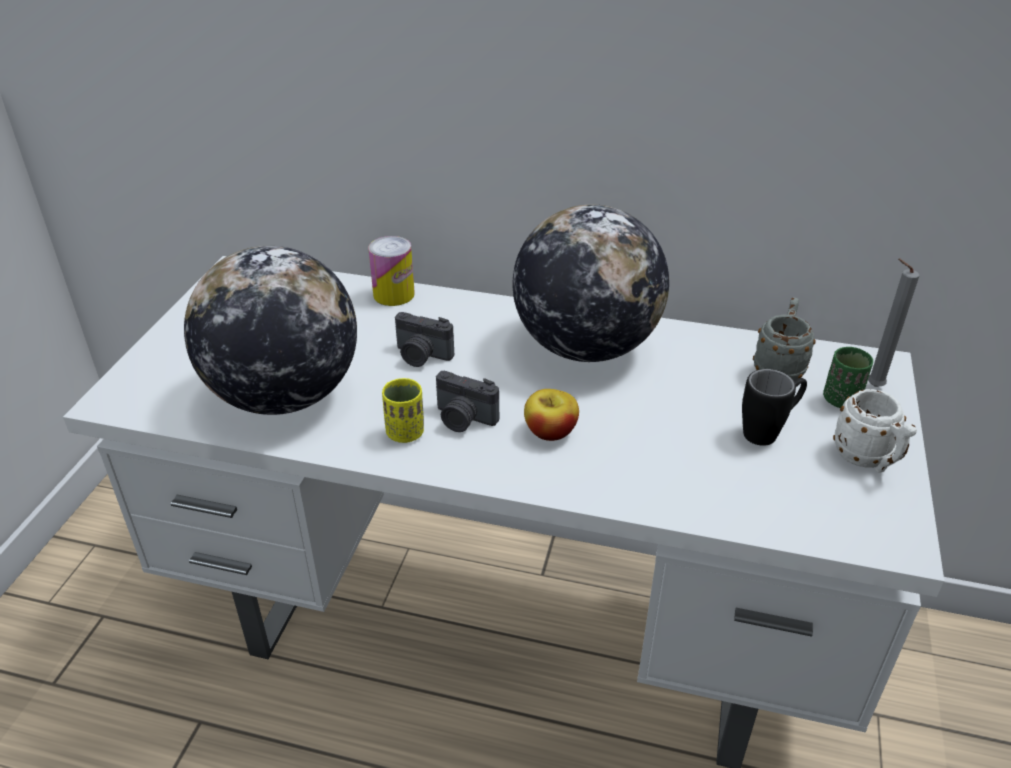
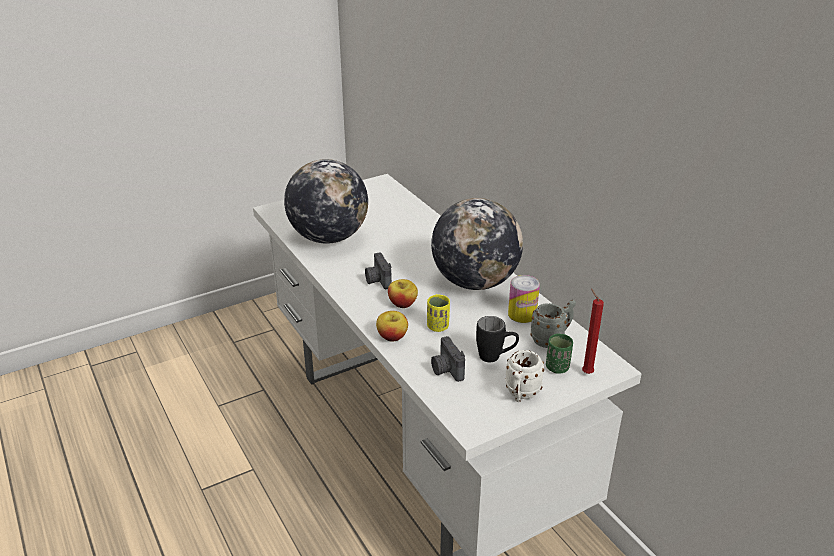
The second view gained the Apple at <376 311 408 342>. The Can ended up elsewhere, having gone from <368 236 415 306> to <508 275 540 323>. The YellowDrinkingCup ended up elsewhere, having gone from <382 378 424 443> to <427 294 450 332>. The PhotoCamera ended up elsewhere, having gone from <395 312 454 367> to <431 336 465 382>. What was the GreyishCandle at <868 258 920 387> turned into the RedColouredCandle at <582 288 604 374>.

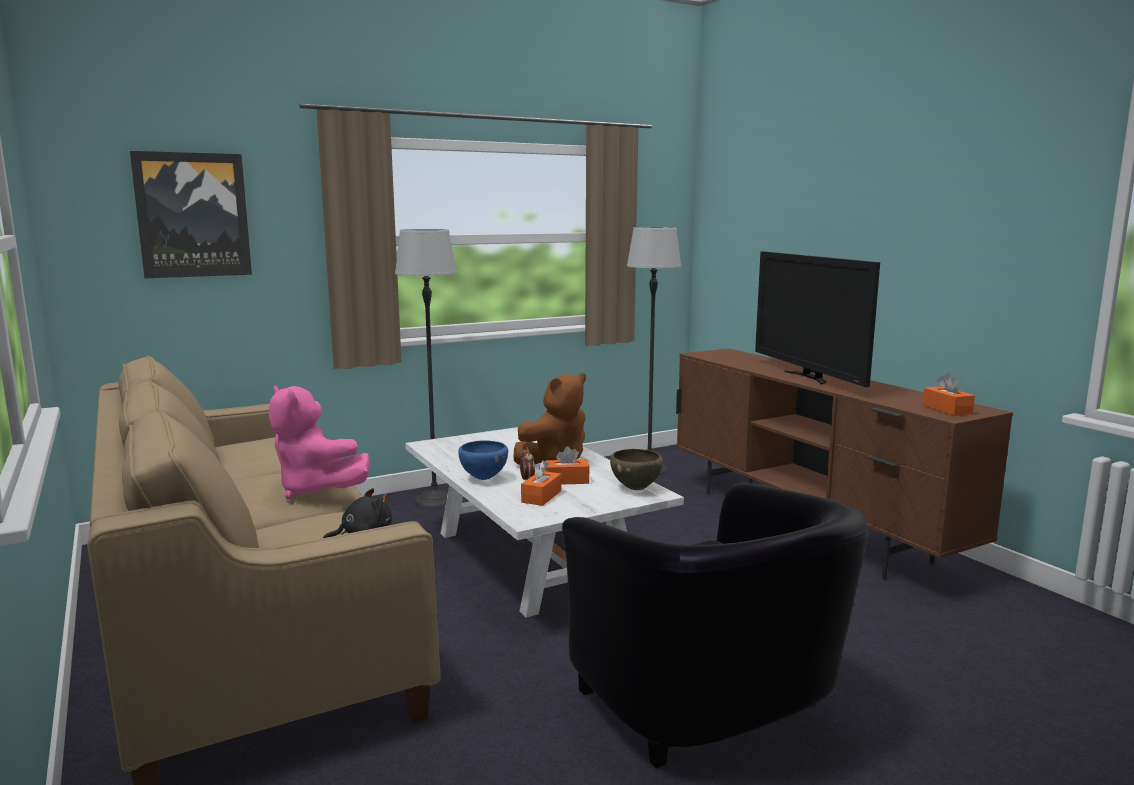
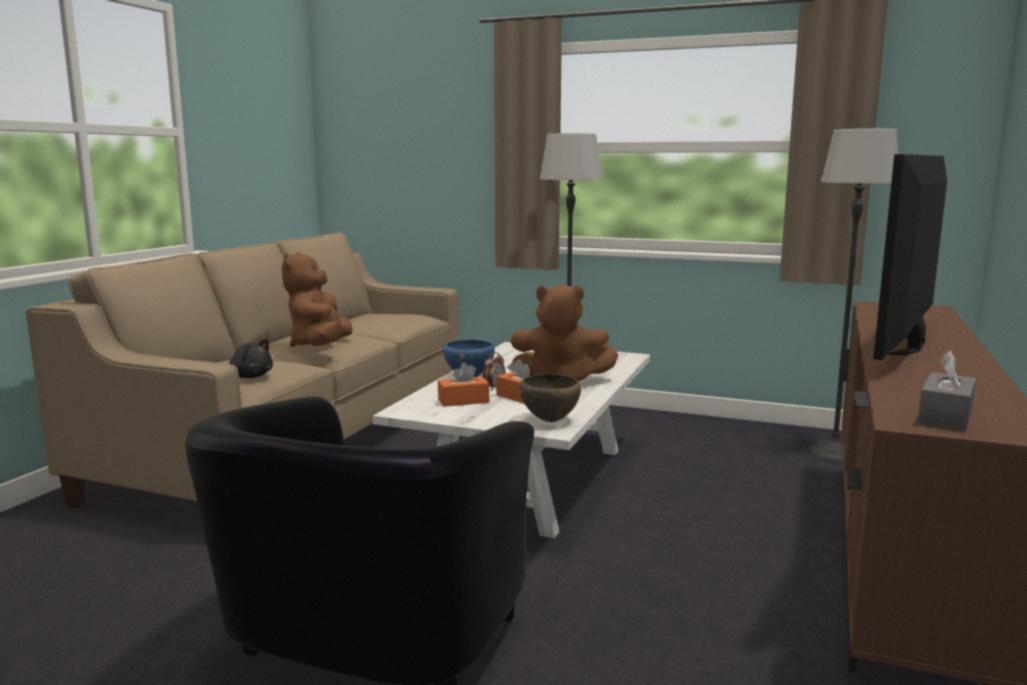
The second view lost the WallPicture at <130 151 252 278>. What was the PinkishSoftToy at <269 386 370 500> turned into the BrownSoftToy at <281 252 353 347>. What was the OrangeyTissueHolder at <923 373 975 416> turned into the GreyishTissueHolder at <917 350 976 431>.

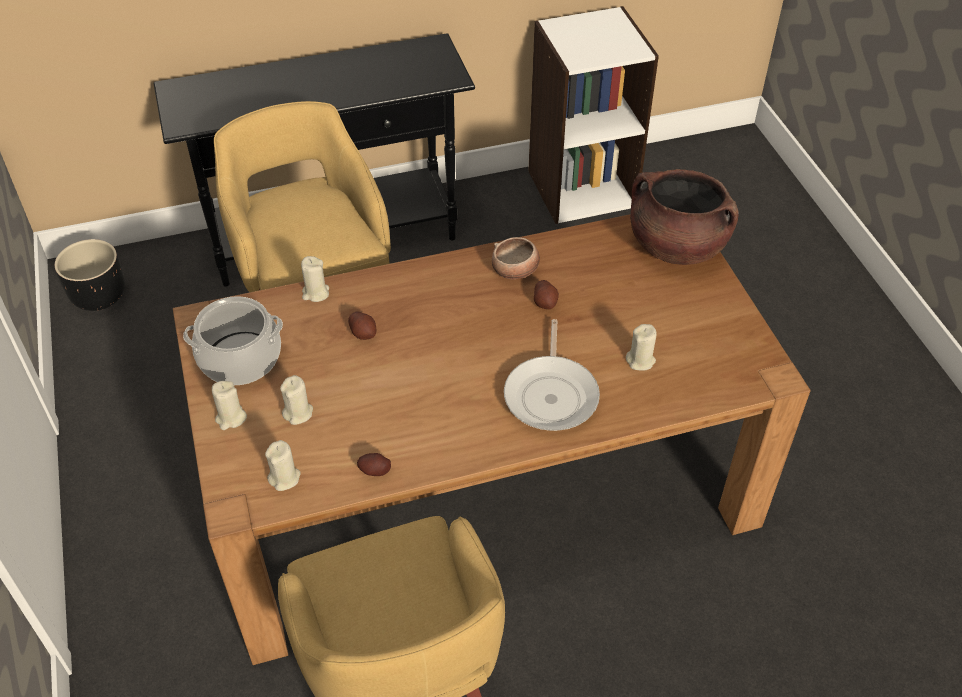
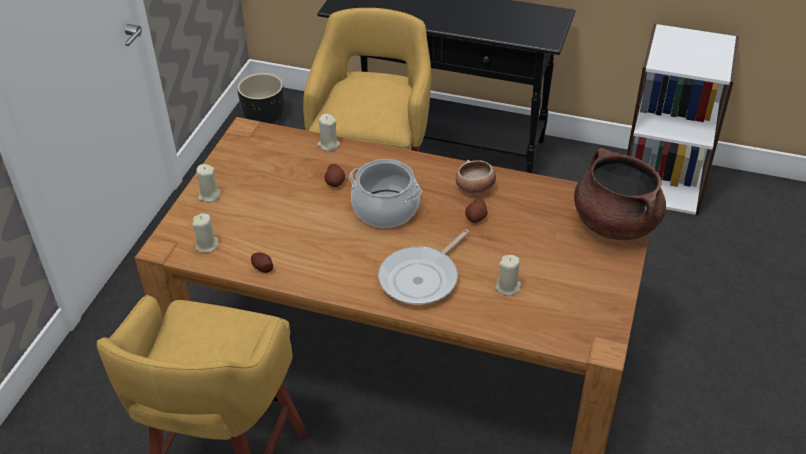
The second view lost the SandColouredCandle at <280 375 313 425>. The Saucepot ended up elsewhere, having gone from <183 296 283 385> to <349 159 422 228>.

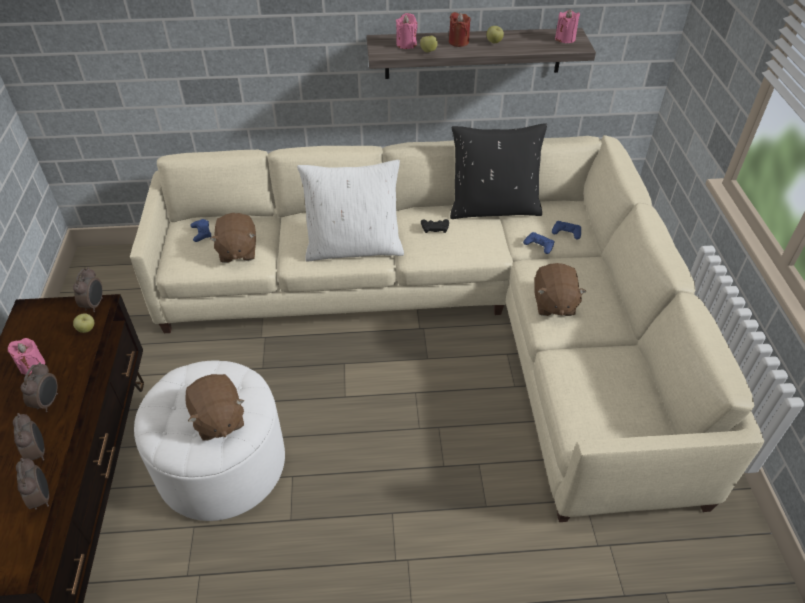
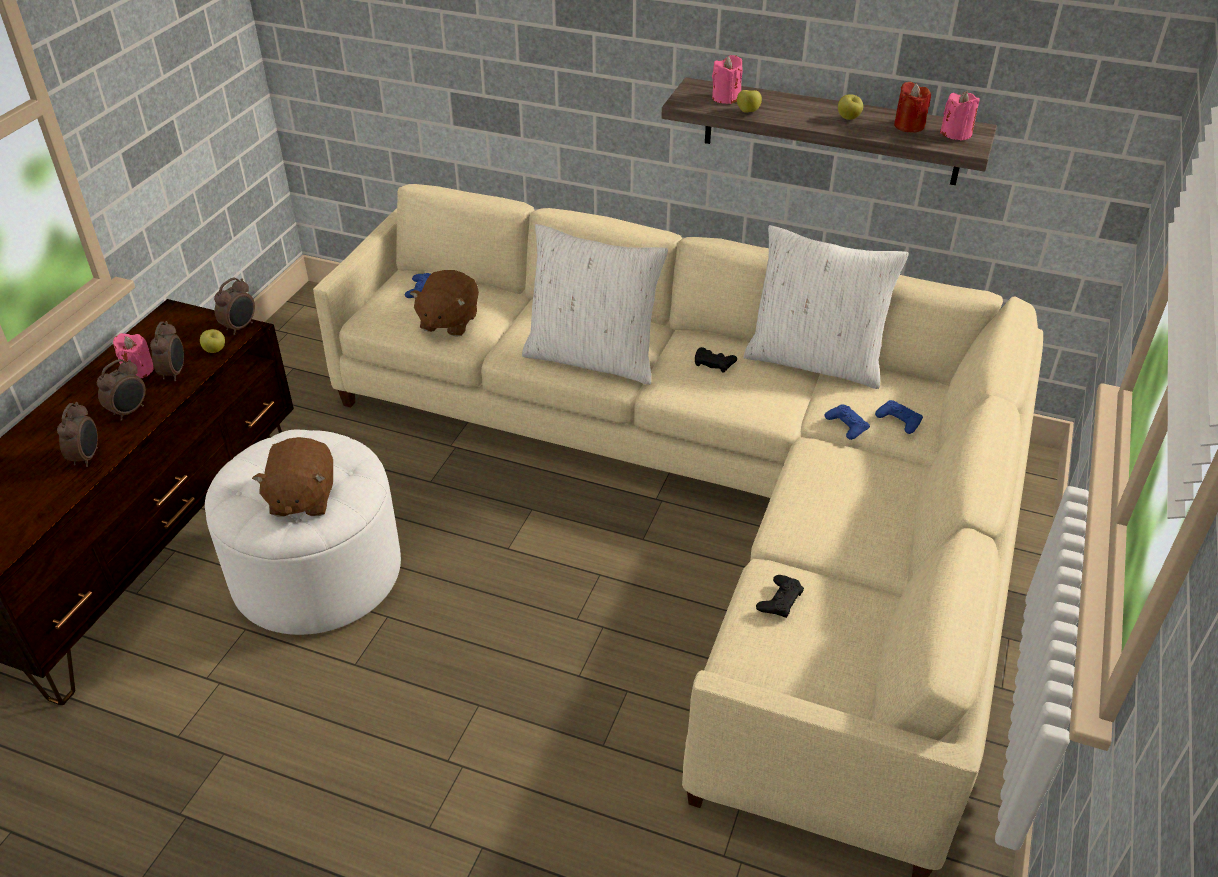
The second view lost the BrownSoftToy at <534 263 587 316>. The second view gained the BlackGameController at <756 575 804 618>. The AlarmClock ended up elsewhere, having gone from <16 458 49 510> to <150 321 184 381>. The RedColouredCandle ended up elsewhere, having gone from <449 12 471 47> to <894 82 931 133>. What was the BlackCushion at <450 123 547 219> turned into the WhiteColouredCushion at <744 225 909 389>.

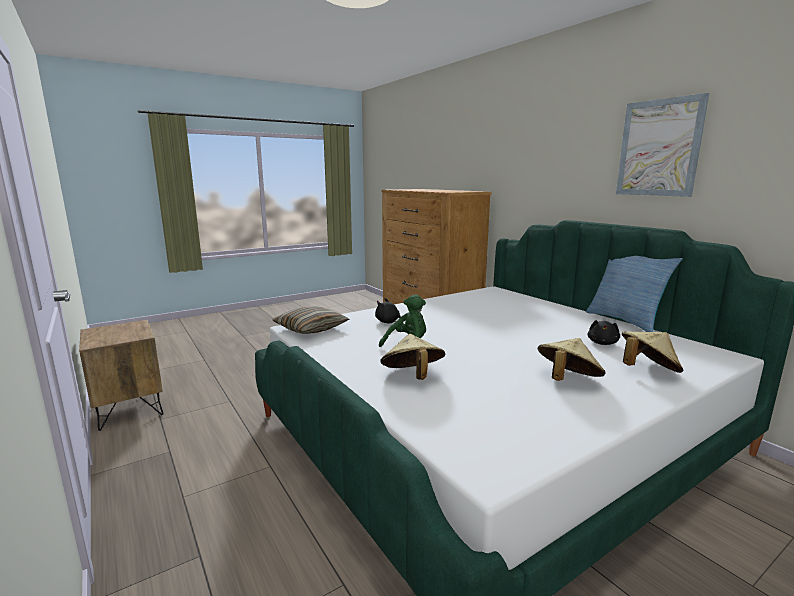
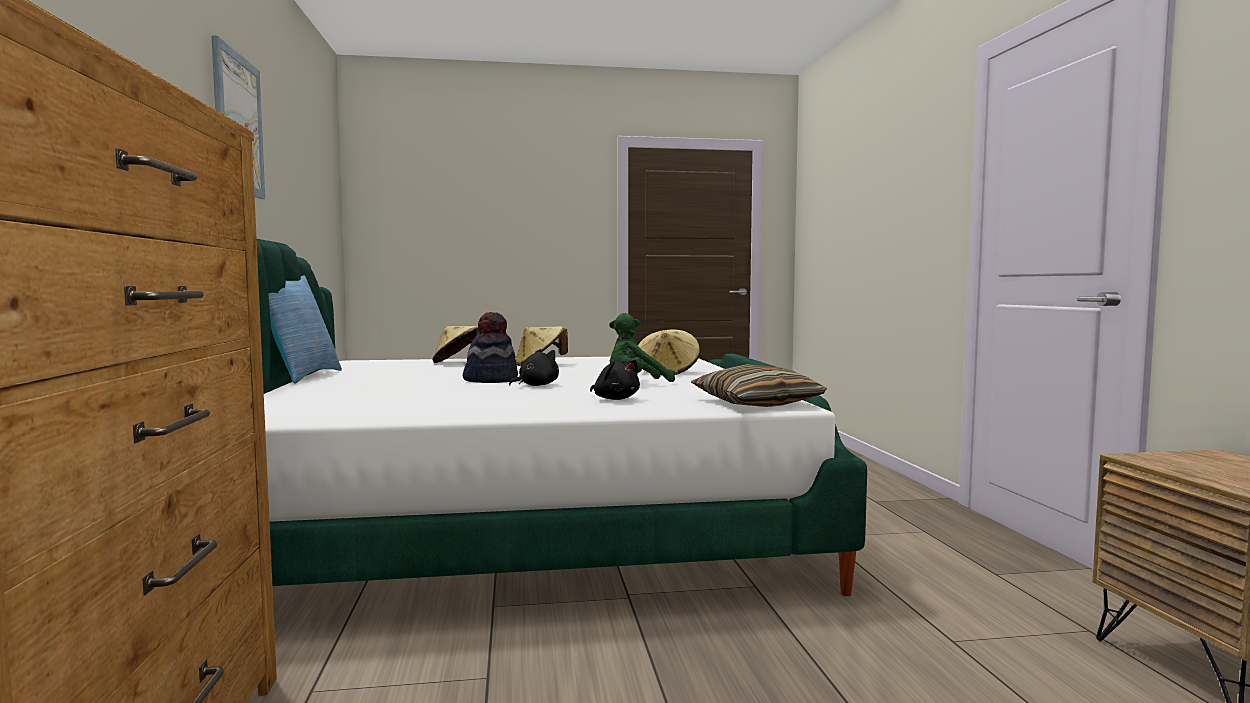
The second view gained the WearableHat at <463 312 518 383>. The BlackSoftToy ended up elsewhere, having gone from <587 320 620 345> to <509 349 559 386>.

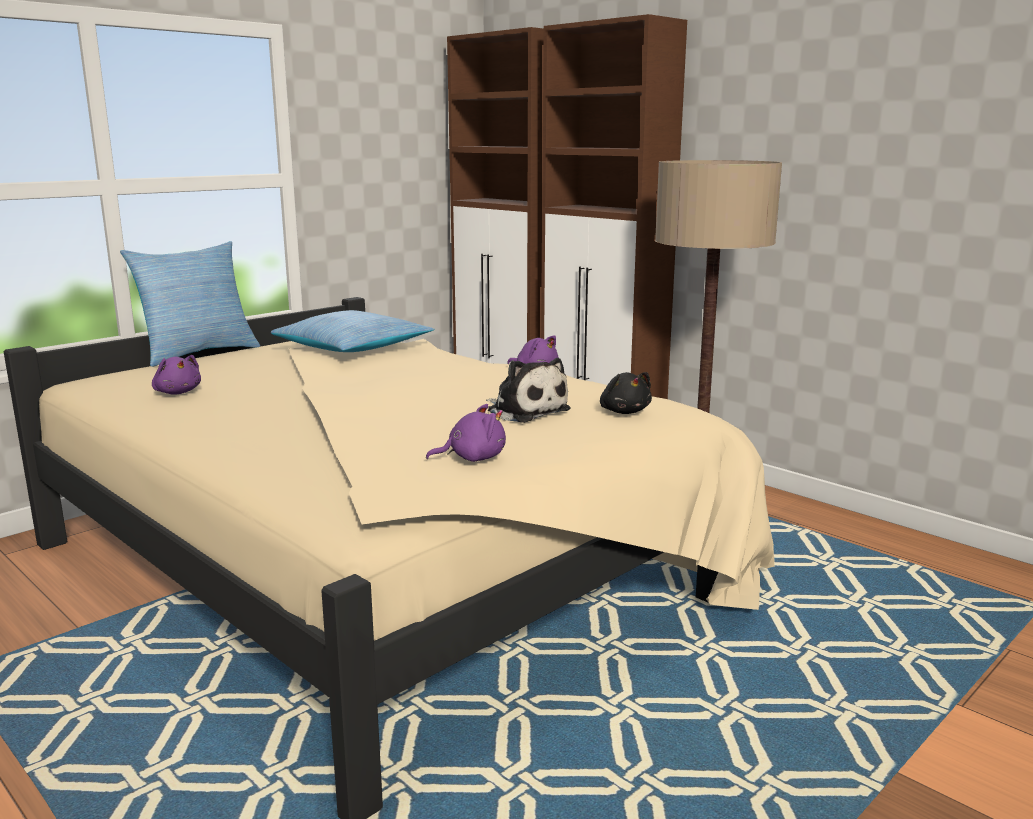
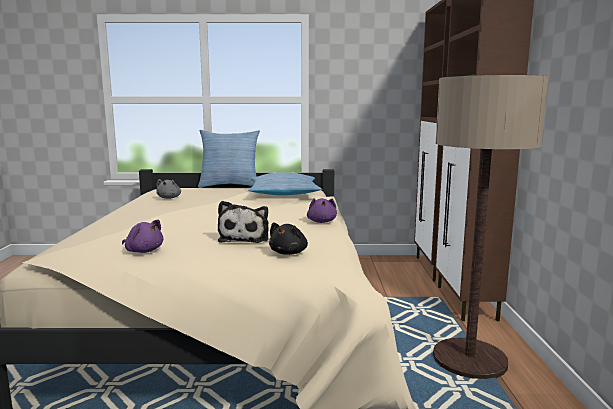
What was the PurpleColouredSoftToy at <152 355 201 394> turned into the GreyishSoftToy at <157 179 181 199>.

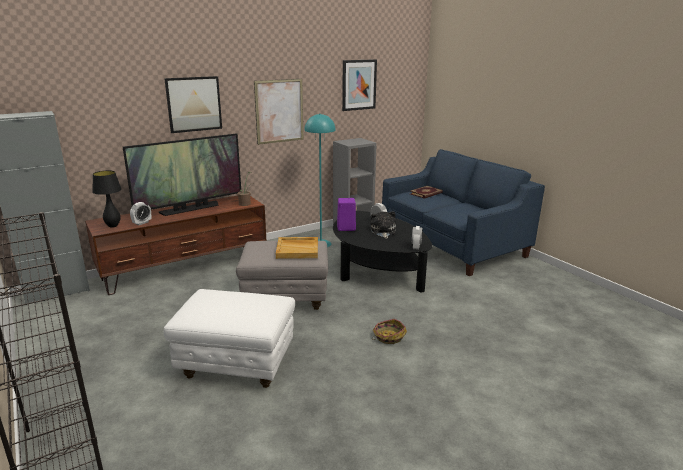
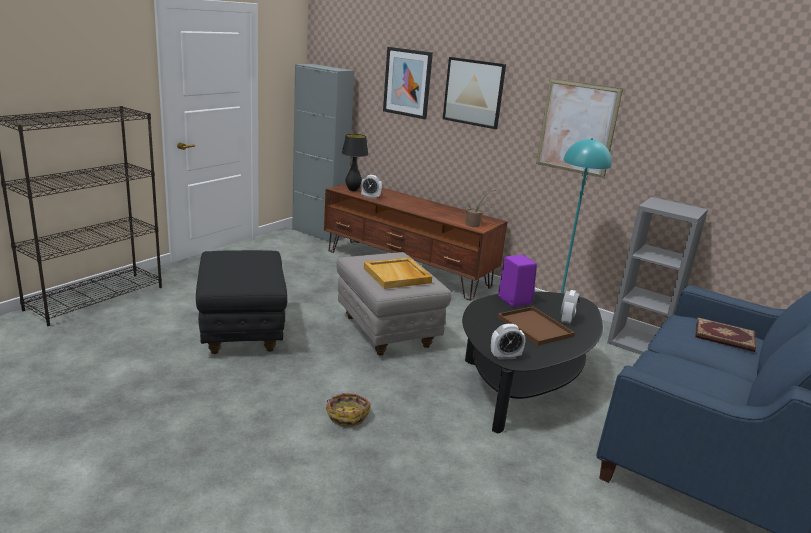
The second view lost the Television at <123 133 241 216>. The WallPicture ended up elsewhere, having gone from <342 59 377 111> to <383 47 433 119>. Where the SoftToy stood at <370 211 396 239>, the BrownServingTray came to stand at <498 307 575 346>. What was the WhiteColouredOttoman at <164 289 295 388> turned into the BlackOttoman at <196 250 287 354>.

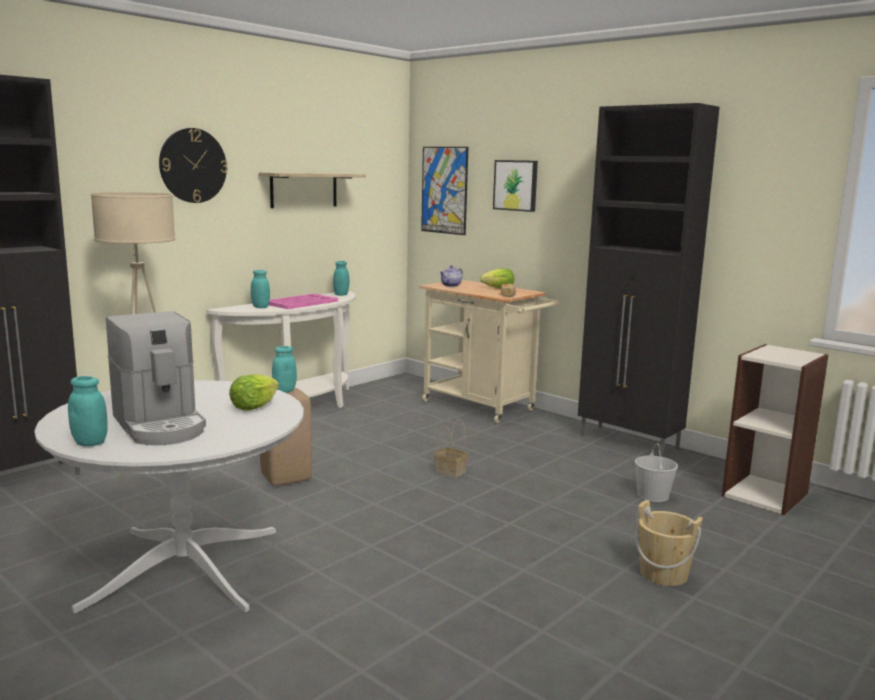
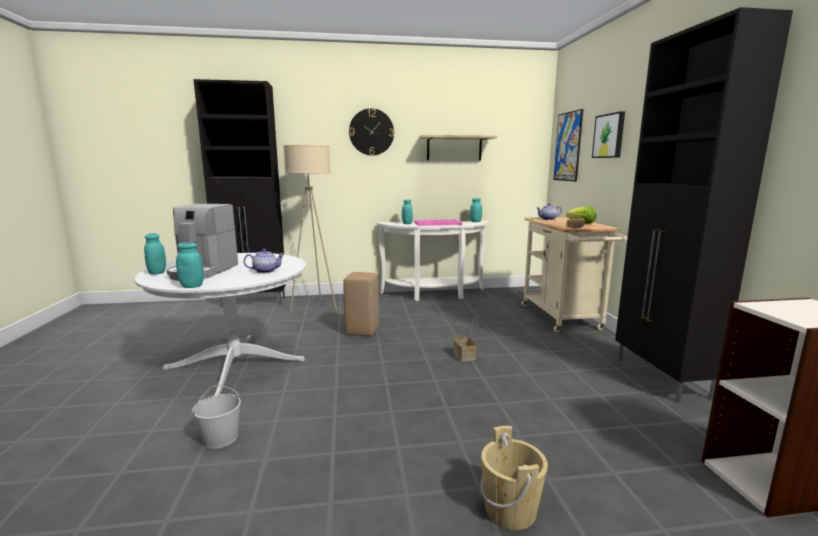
The TurquoisePreserveJar ended up elsewhere, having gone from <272 346 297 393> to <176 242 204 288>. The WhiteColouredWaterBucket ended up elsewhere, having gone from <635 443 678 502> to <192 385 241 449>. Where the LettuceHead stood at <229 374 279 411>, the TeaPot came to stand at <244 249 285 273>.

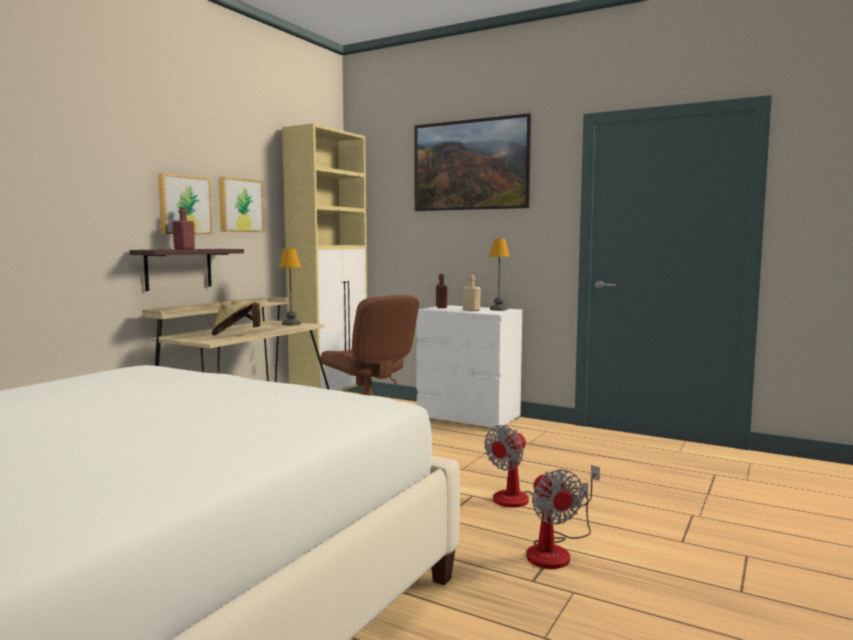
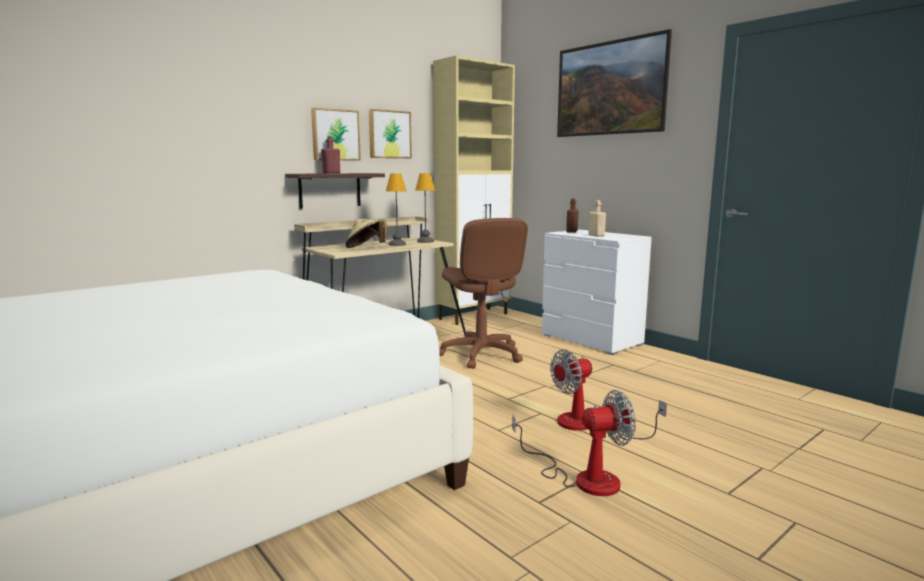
The TabletopLamp ended up elsewhere, having gone from <489 239 510 311> to <386 173 406 246>. The ElectricFan at <526 469 591 569> ended up facing another way, 105 degrees counterclockwise from before.

